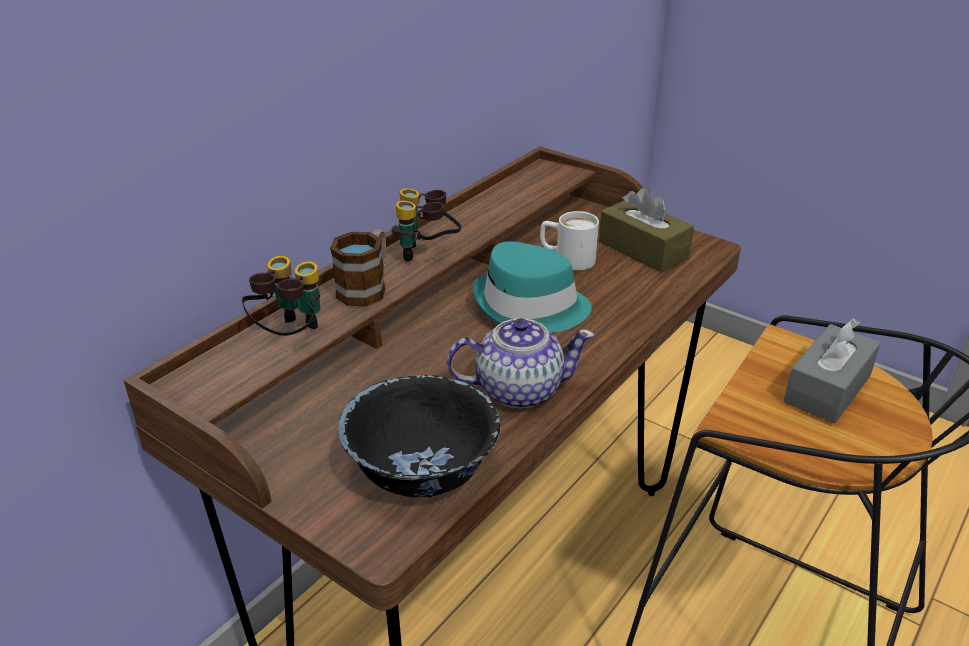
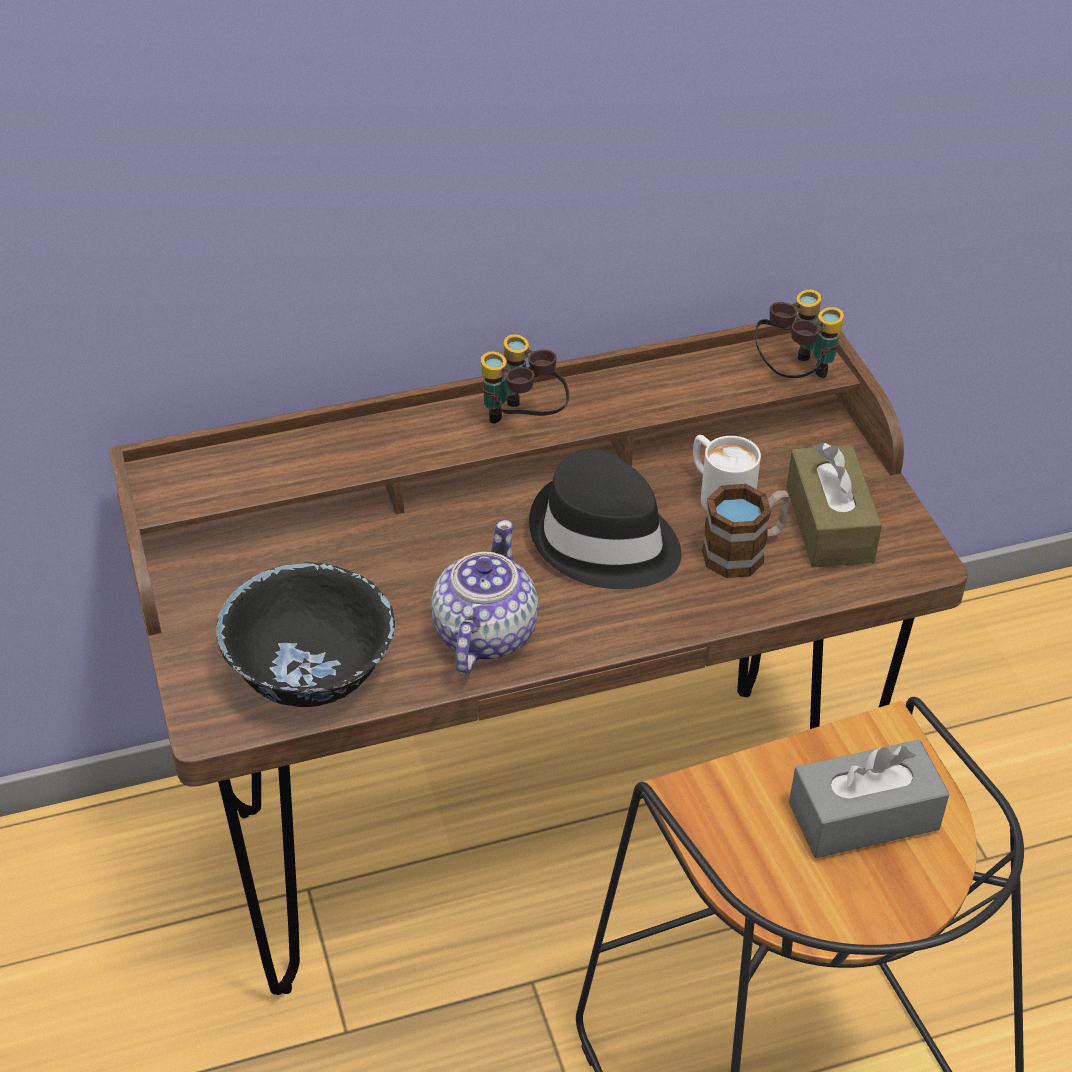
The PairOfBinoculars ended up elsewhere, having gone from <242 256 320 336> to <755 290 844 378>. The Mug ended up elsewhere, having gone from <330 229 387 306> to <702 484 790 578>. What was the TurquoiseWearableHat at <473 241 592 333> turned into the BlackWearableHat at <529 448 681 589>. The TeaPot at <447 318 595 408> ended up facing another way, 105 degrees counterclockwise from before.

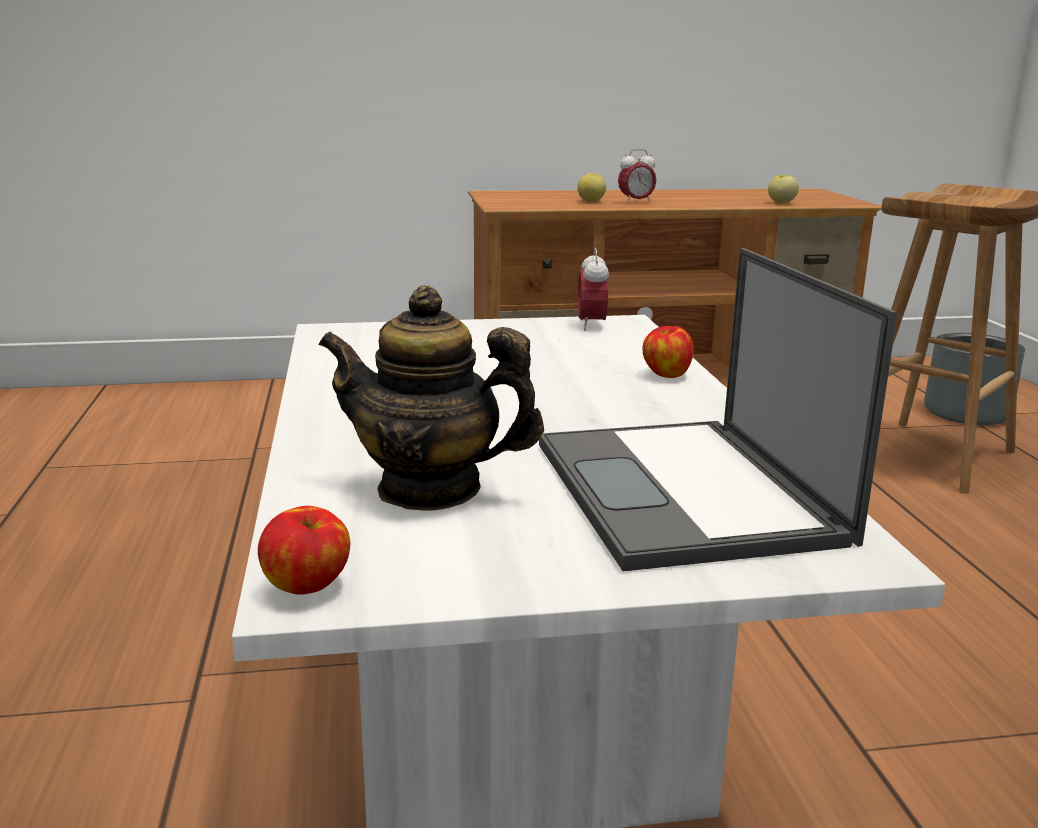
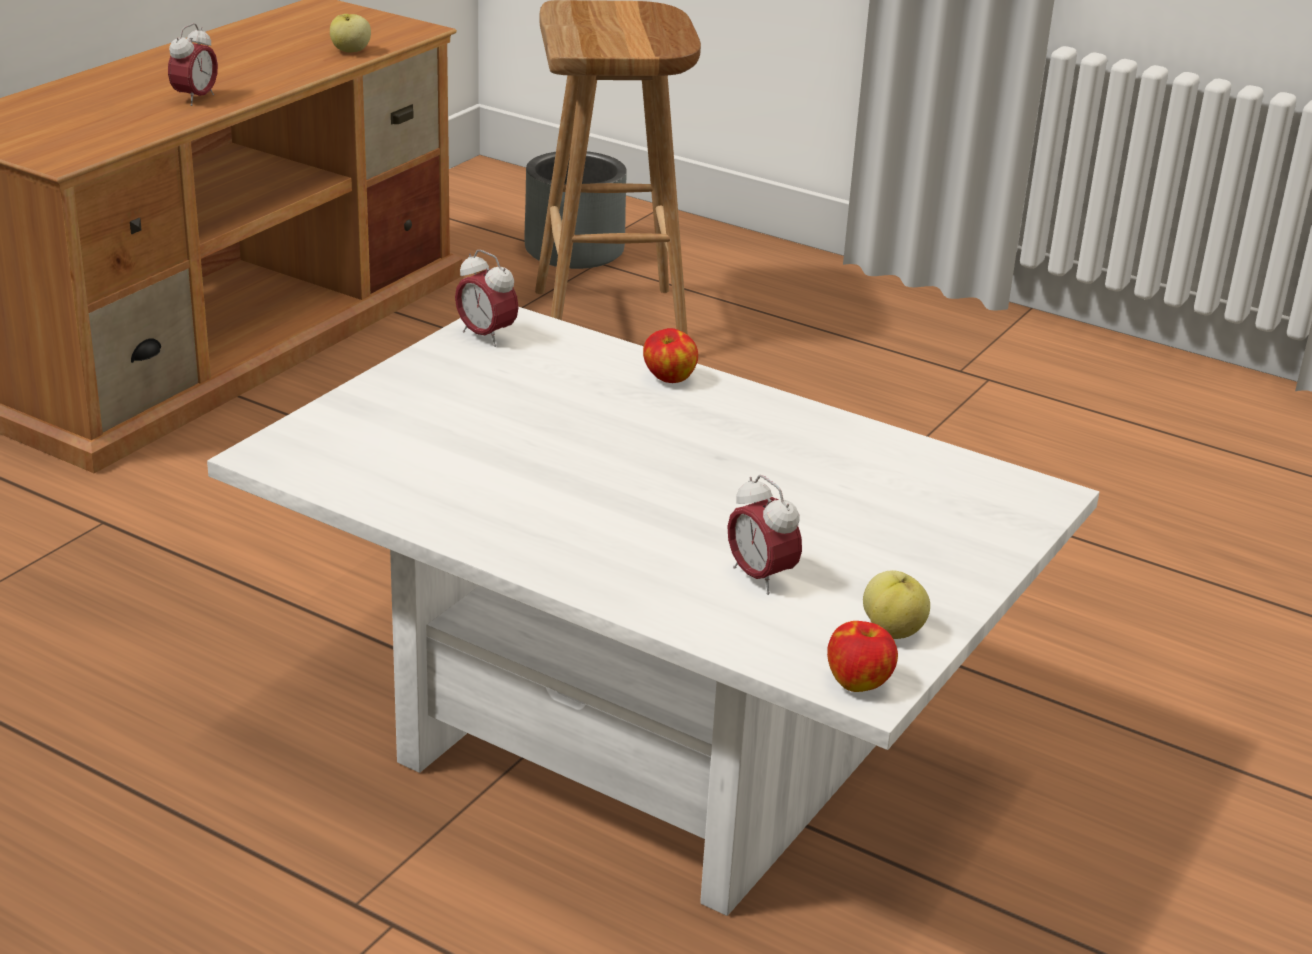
The second view lost the PortableComputer at <539 248 897 571>. The Apple ended up elsewhere, having gone from <577 173 606 202> to <863 570 930 639>. Where the TeaPot stood at <318 285 544 511>, the AlarmClock came to stand at <727 475 802 595>.

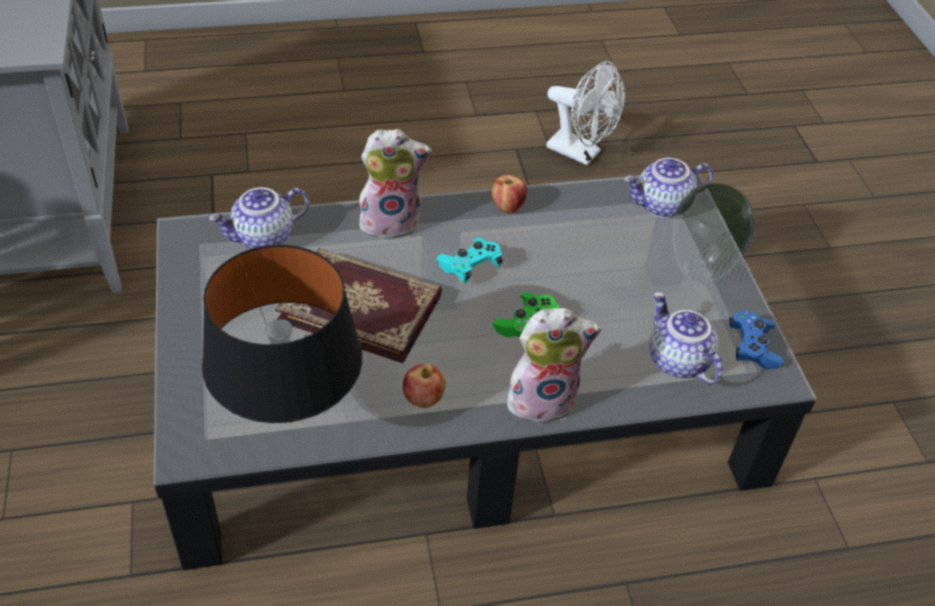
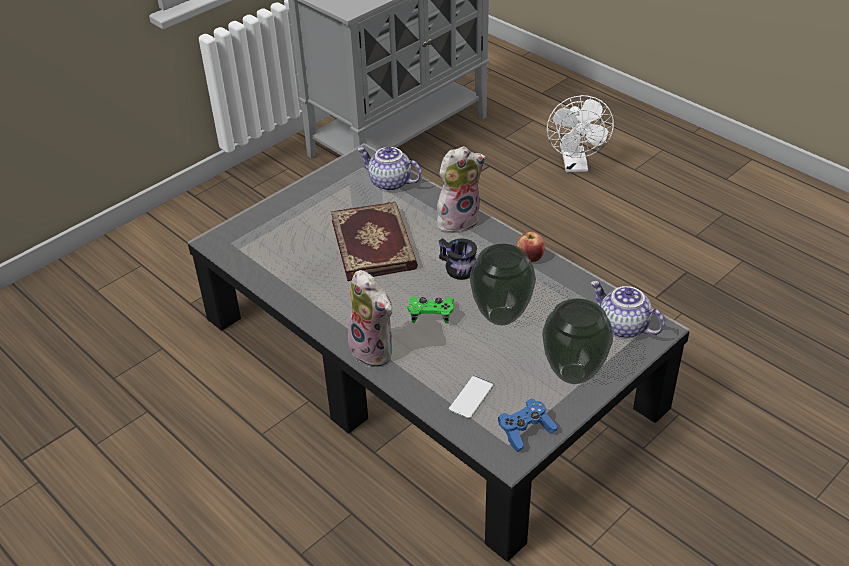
The second view lost the BlackTabletopLamp at <202 245 362 423>. The second view lost the Apple at <403 364 445 408>. The second view gained the FlowerVase at <470 244 536 325>. The WhiteColouredElectricFan ended up elsewhere, having gone from <546 61 625 165> to <547 95 614 172>. Where the TurquoiseGameController stood at <436 237 503 283>, the BlackMug came to stand at <439 238 477 280>. Where the TeaPot stood at <649 292 723 385>, the Phone came to stand at <449 375 494 419>. The SoftToy at <359 129 432 240> ended up facing another way, 75 degrees counterclockwise from before.

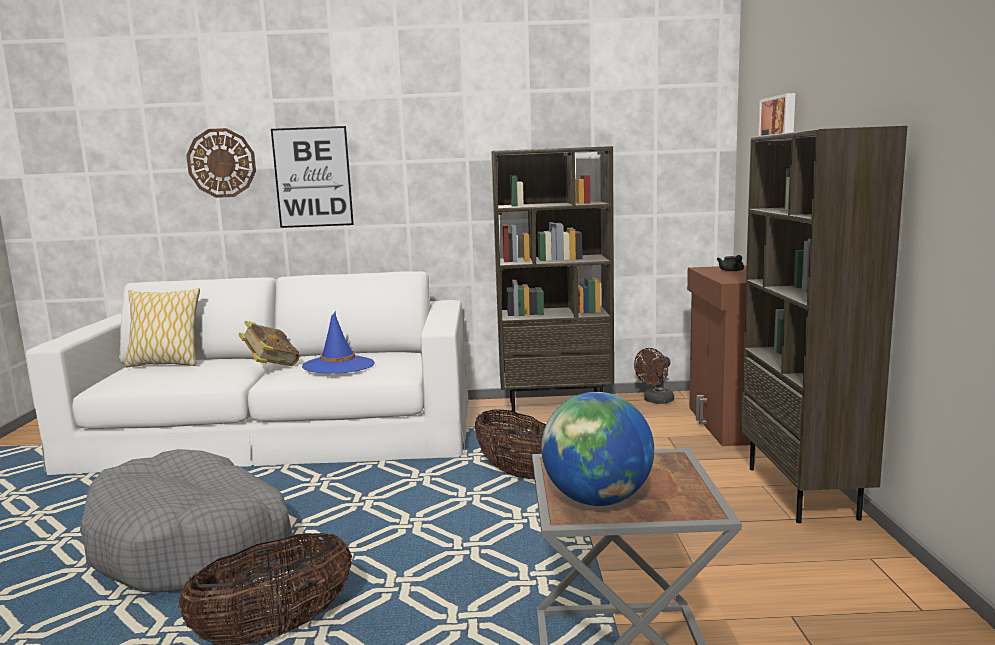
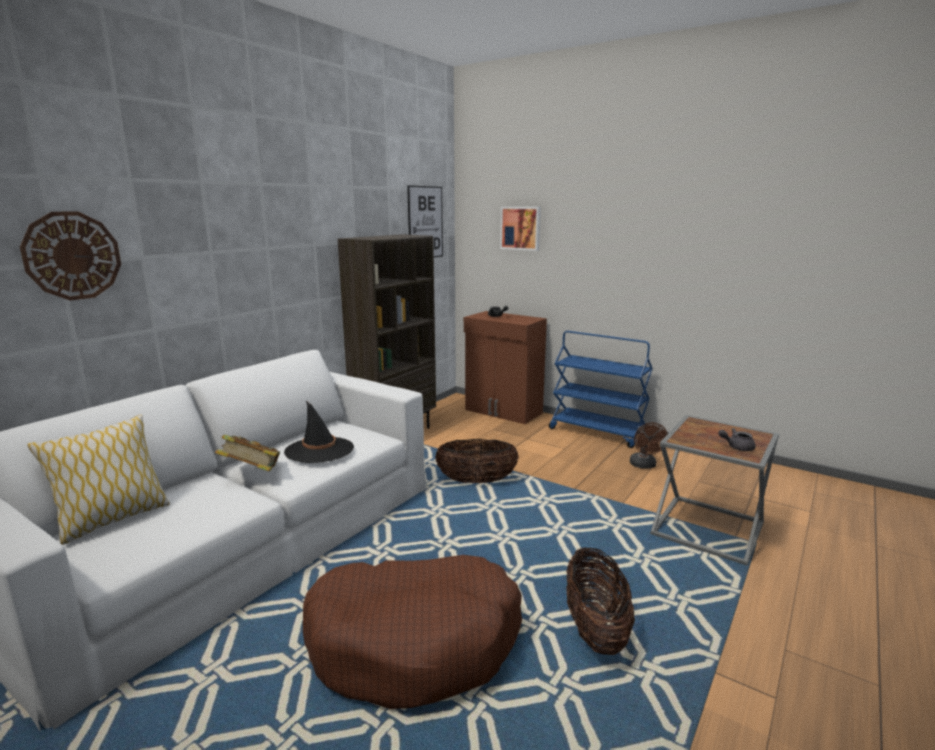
The WallPicture ended up elsewhere, having gone from <271 126 354 228> to <407 185 443 257>. The BrownElectricFan ended up elsewhere, having gone from <634 348 674 404> to <630 422 668 469>. Where the WorldGlobe stood at <541 392 654 506>, the GreyishTeaPot came to stand at <718 428 756 451>. Where the BrownBookshelf stood at <741 126 907 523>, the BluishCart came to stand at <549 331 653 448>. What was the GreyishDogBed at <80 449 293 593> turned into the BrownDogBed at <303 555 522 709>. What was the BluishWearableHat at <302 311 375 374> turned into the BlackWearableHat at <284 401 354 463>.

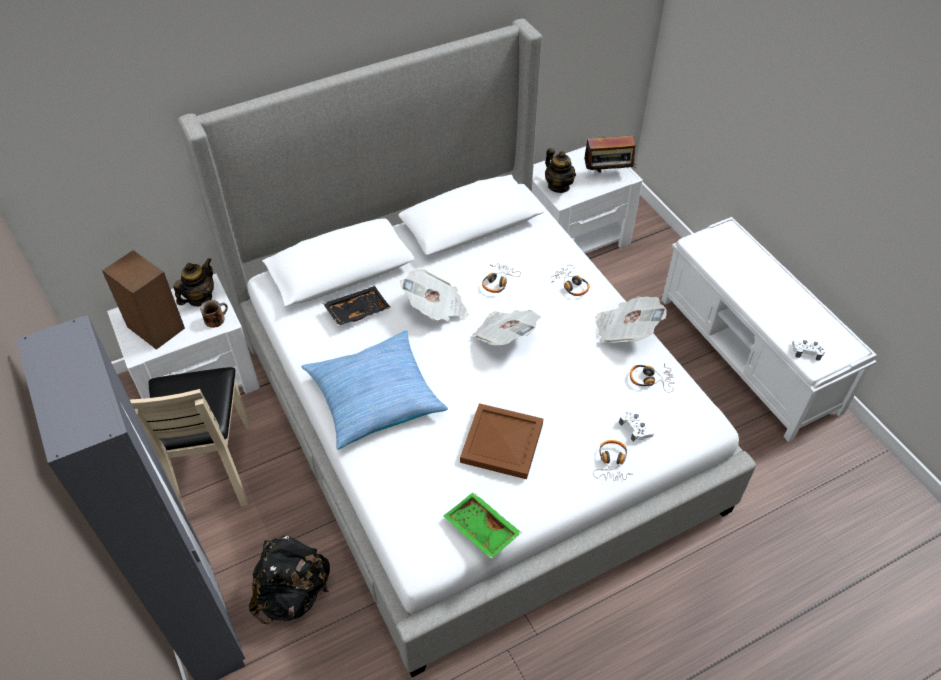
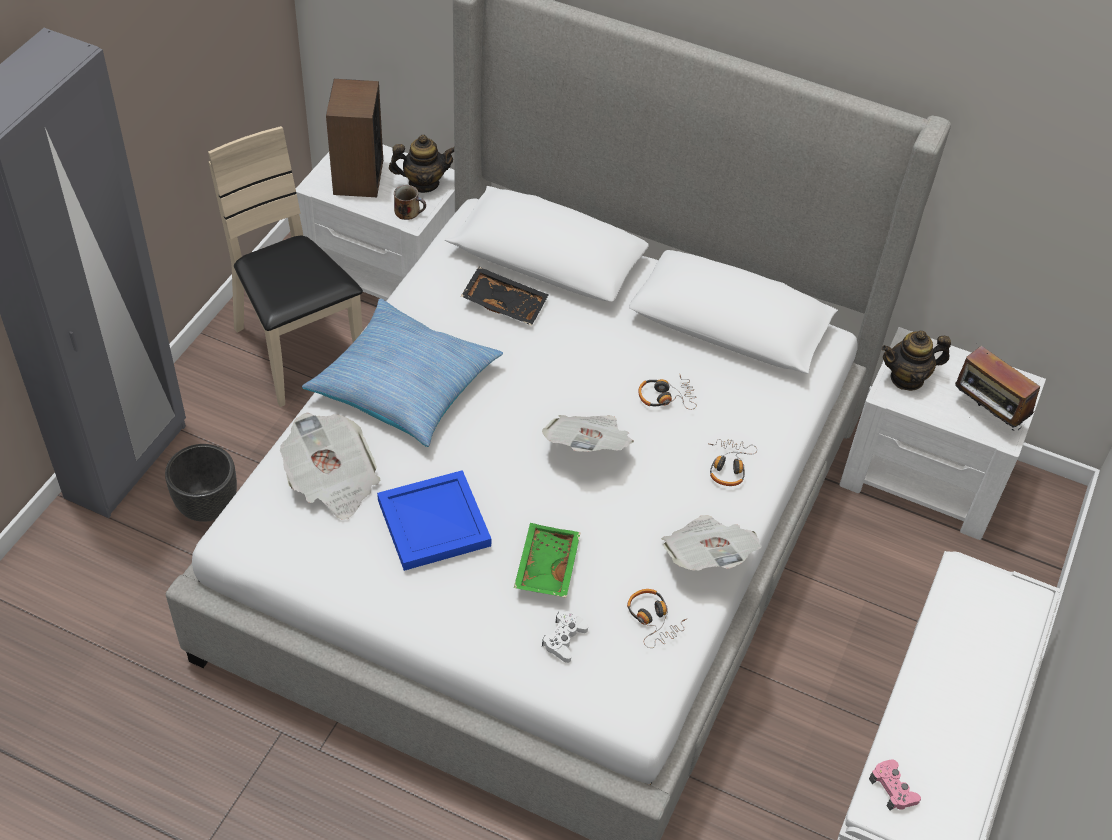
The second view lost the PairOfHeadphones at <593 440 631 481>. The DailyPaper ended up elsewhere, having gone from <400 269 469 321> to <280 413 380 520>. The GreenServingTray ended up elsewhere, having gone from <443 492 522 559> to <514 523 581 598>. Where the BlackRucksack stood at <249 536 330 624>, the BlackPlantPot came to stand at <165 444 237 522>. What was the BrownServingTray at <460 403 543 479> turned into the BluishServingTray at <377 470 491 571>. What was the WhiteColouredGameController at <792 339 826 361> turned into the PinkishGameController at <869 759 921 811>. The SandColouredUprightChair at <130 367 250 511> ended up facing another way, 105 degrees clockwise from before. The TeaPot at <545 148 576 193> ended up facing another way, 60 degrees clockwise from before.

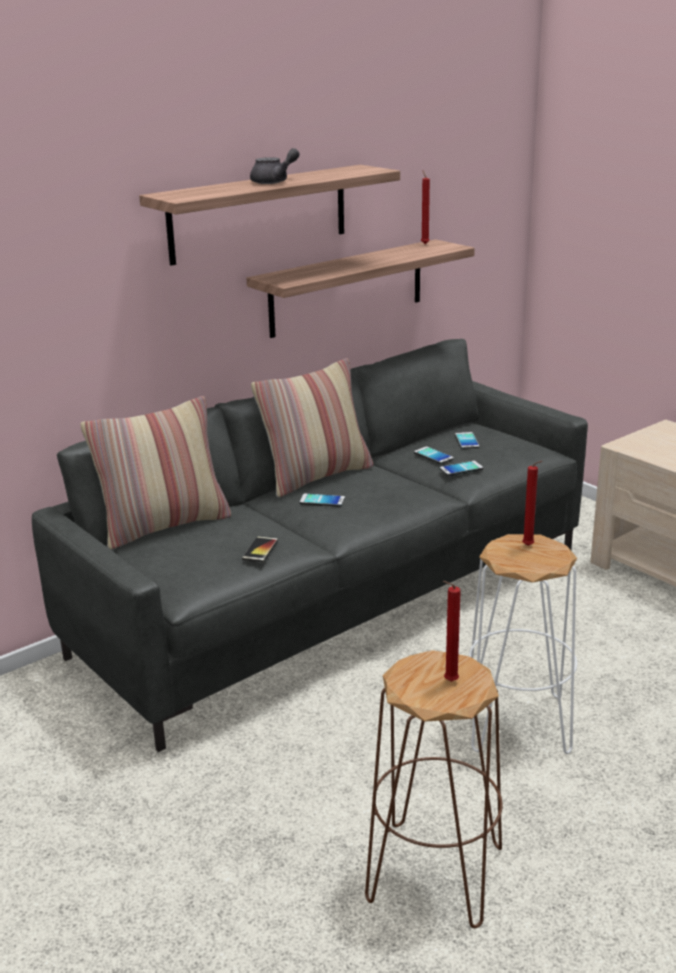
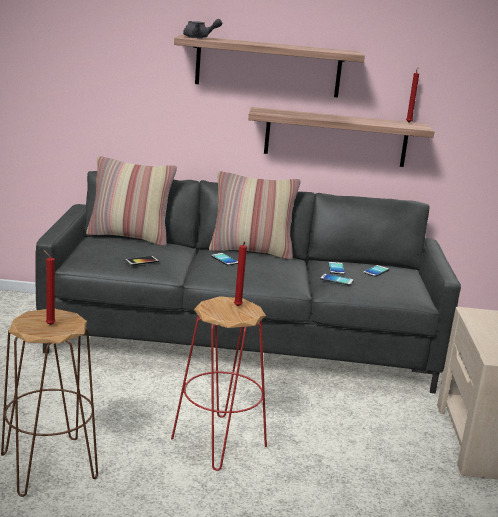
The GreyishTeaPot ended up elsewhere, having gone from <250 148 300 184> to <183 19 222 38>. What was the WhiteColouredStool at <469 534 577 754> turned into the RedColouredStool at <171 296 267 471>.

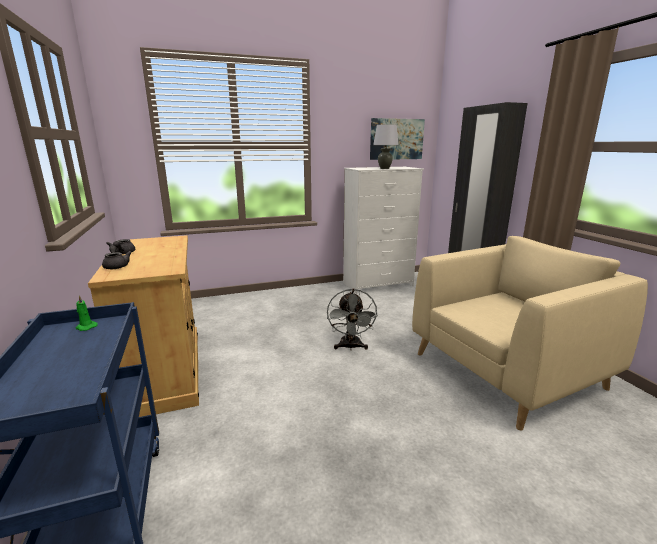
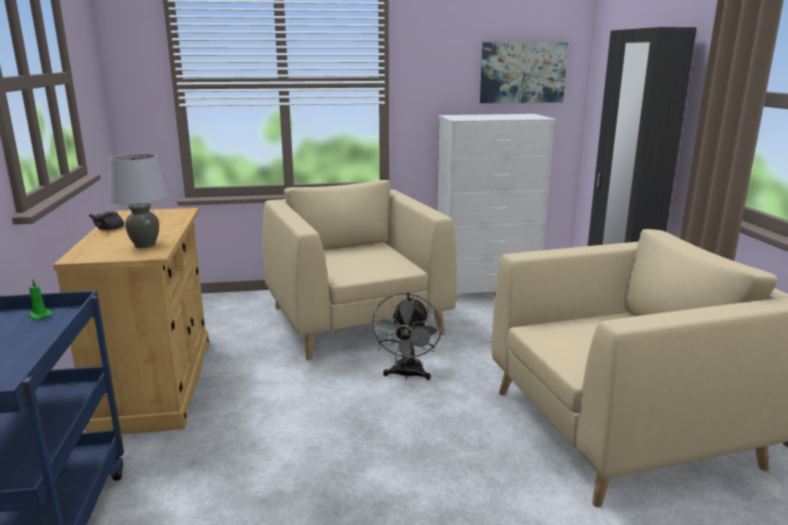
The second view lost the GreyishTeaPot at <102 245 132 269>. The second view gained the SandColouredArmchair at <262 180 457 360>. The GreyishTabletopLamp ended up elsewhere, having gone from <373 124 398 169> to <109 153 167 248>.

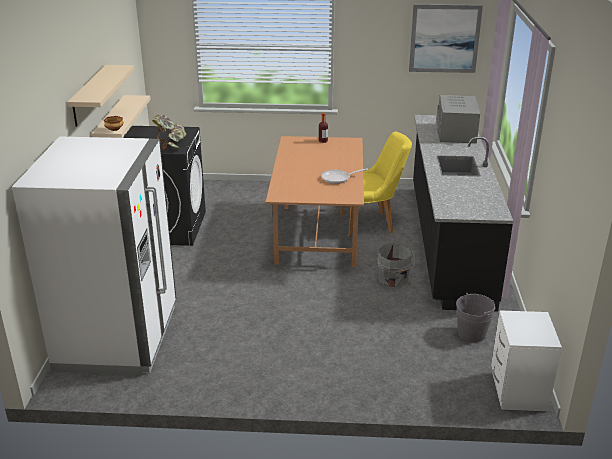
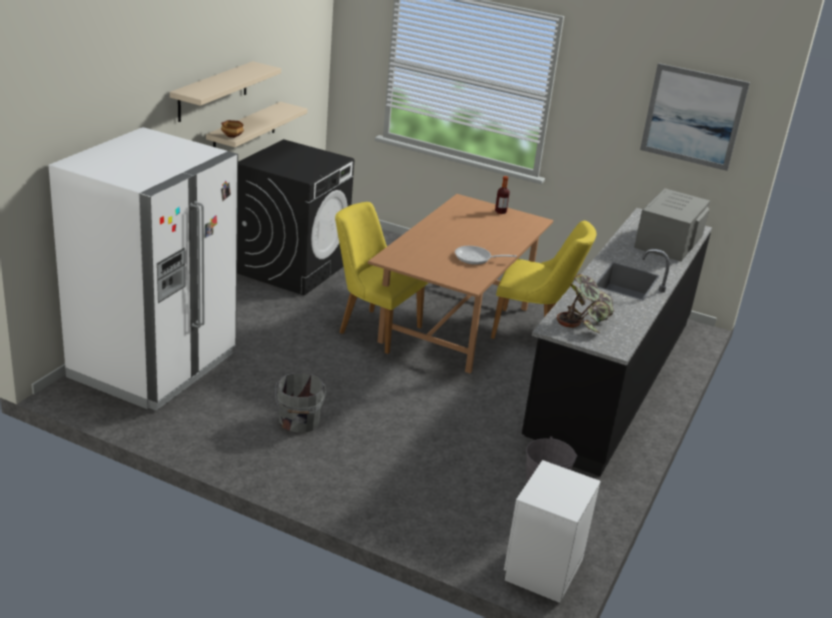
The second view gained the YellowUprightChair at <335 202 428 354>. The Houseplant ended up elsewhere, having gone from <153 115 187 150> to <557 274 614 333>. The GreyishWaterBucket ended up elsewhere, having gone from <377 244 415 287> to <275 373 326 433>.

